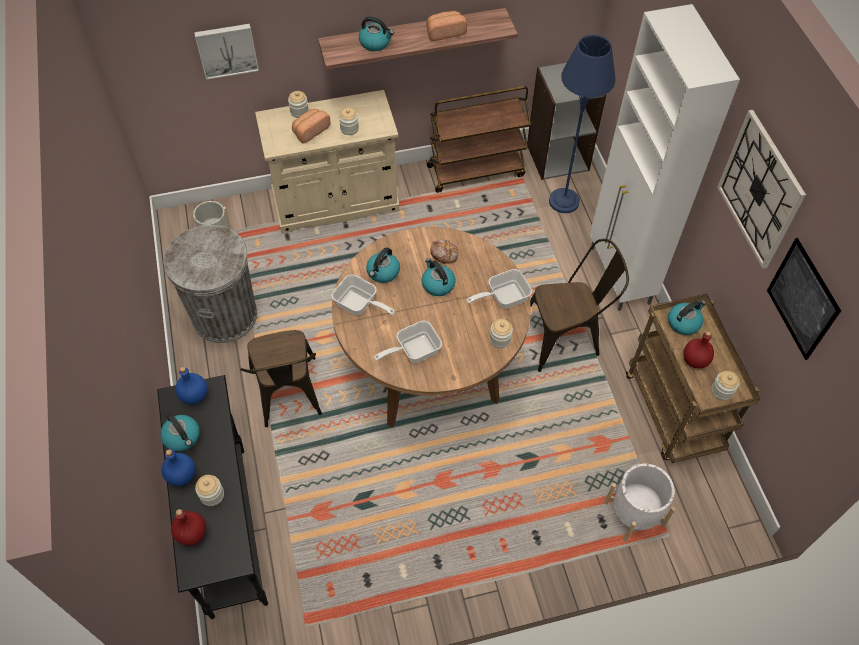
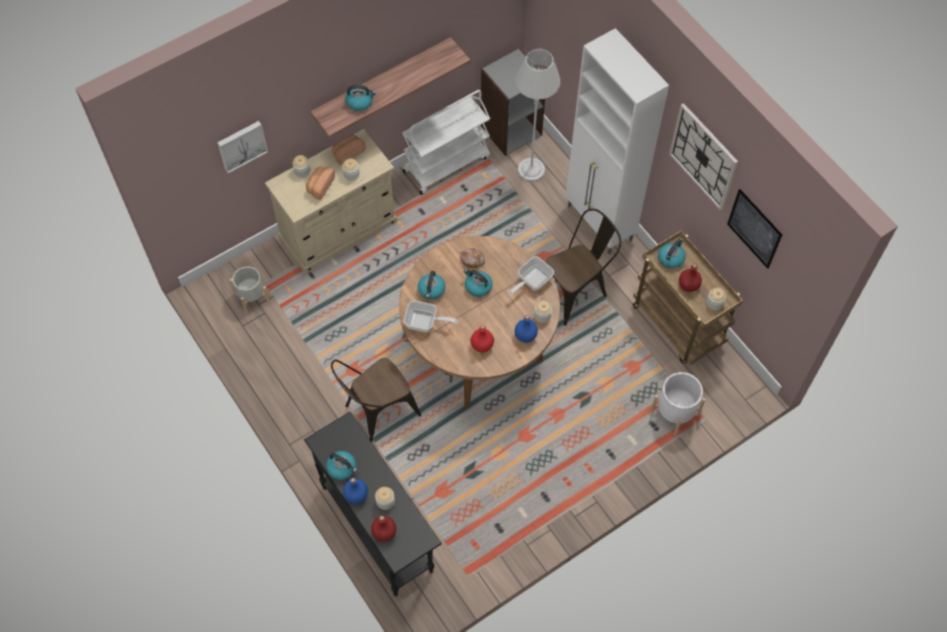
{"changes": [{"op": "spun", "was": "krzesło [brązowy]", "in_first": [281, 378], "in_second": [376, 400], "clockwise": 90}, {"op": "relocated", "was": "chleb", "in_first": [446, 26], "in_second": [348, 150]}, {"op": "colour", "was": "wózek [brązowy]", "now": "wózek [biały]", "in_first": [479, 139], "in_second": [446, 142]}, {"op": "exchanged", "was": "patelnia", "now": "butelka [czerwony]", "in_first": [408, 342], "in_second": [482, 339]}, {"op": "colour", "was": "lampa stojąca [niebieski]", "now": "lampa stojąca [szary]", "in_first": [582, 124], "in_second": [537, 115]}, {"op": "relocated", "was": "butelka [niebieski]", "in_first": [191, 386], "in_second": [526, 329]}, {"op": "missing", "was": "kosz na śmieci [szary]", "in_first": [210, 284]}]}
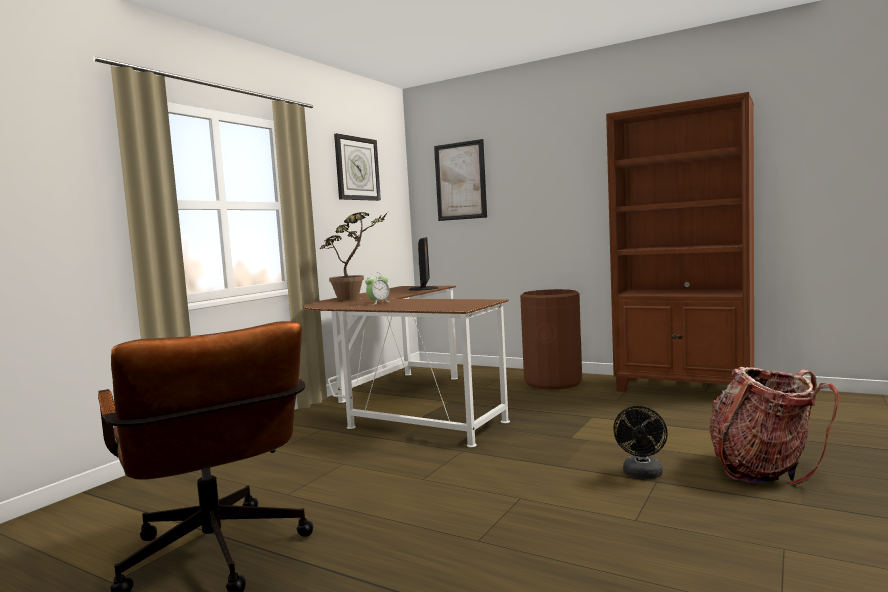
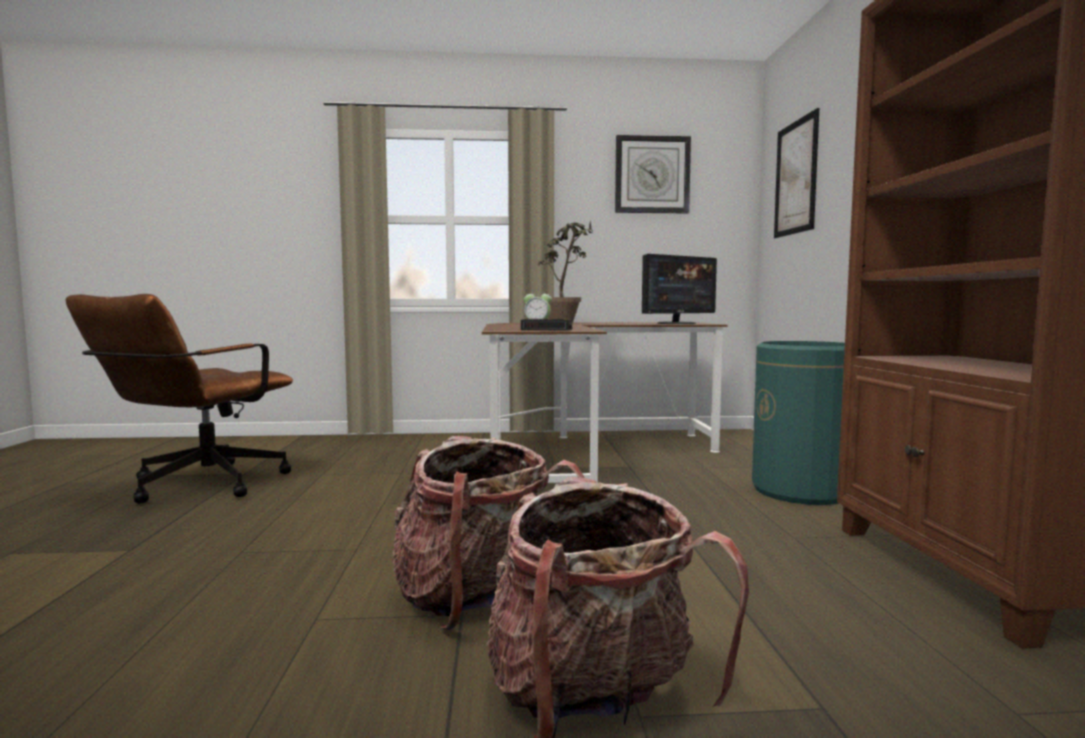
{"changes": [{"op": "exchanged", "was": "wentylator [czarny]", "now": "plecak", "in_first": [640, 442], "in_second": [488, 533]}, {"op": "appeared", "now": "budzik", "in_second": [546, 325]}, {"op": "colour", "was": "kosz na śmieci [brązowy]", "now": "kosz na śmieci [zielony]", "in_first": [551, 339], "in_second": [798, 423]}]}
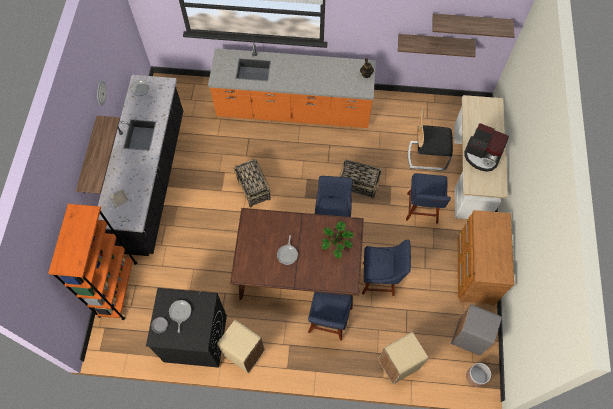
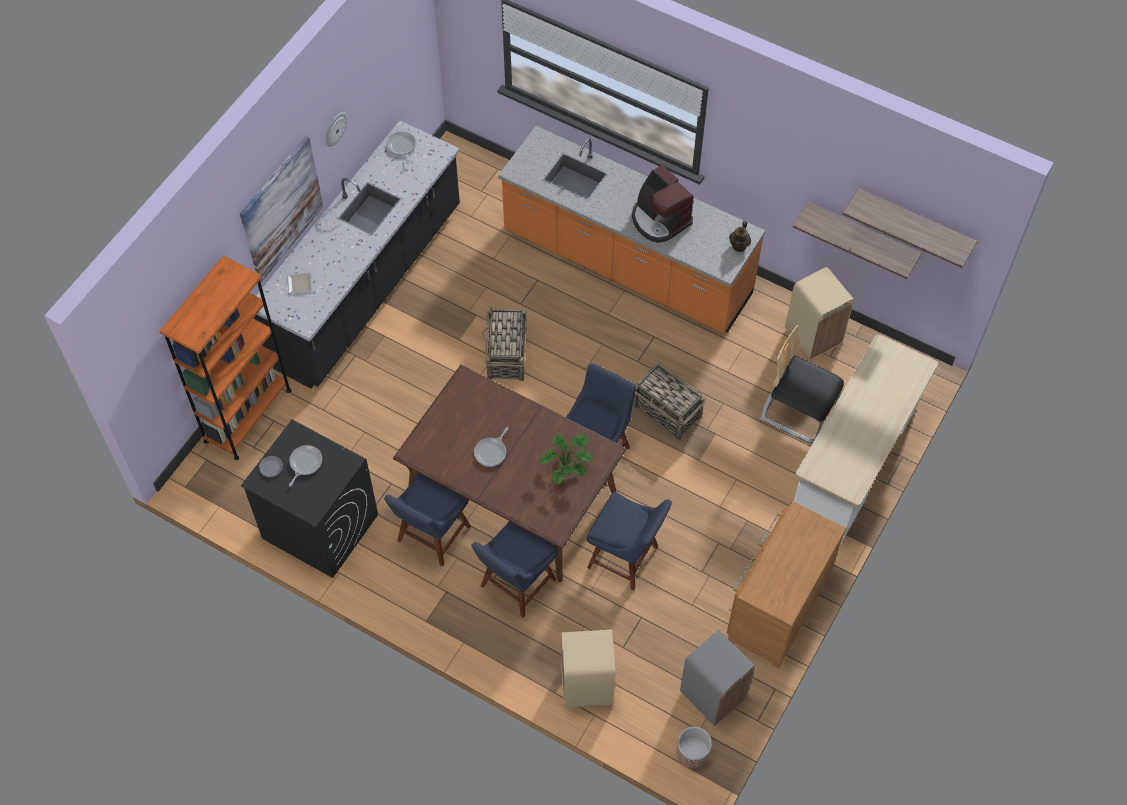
{"changes": [{"op": "exchanged", "was": "półka", "now": "obraz", "in_first": [98, 155], "in_second": [282, 209]}, {"op": "relocated", "was": "krzesło [niebieski]", "in_first": [428, 198], "in_second": [427, 520]}, {"op": "relocated", "was": "ekspres do kawy", "in_first": [486, 147], "in_second": [663, 204]}, {"op": "relocated", "was": "kosz na śmieci [beżowy]", "in_first": [241, 346], "in_second": [819, 313]}]}
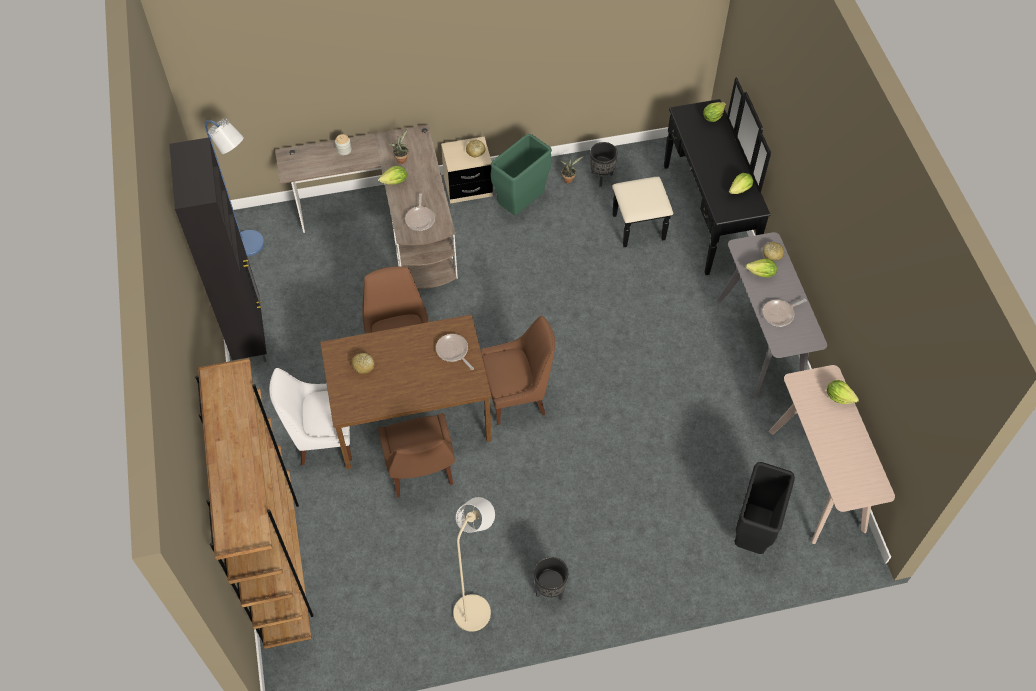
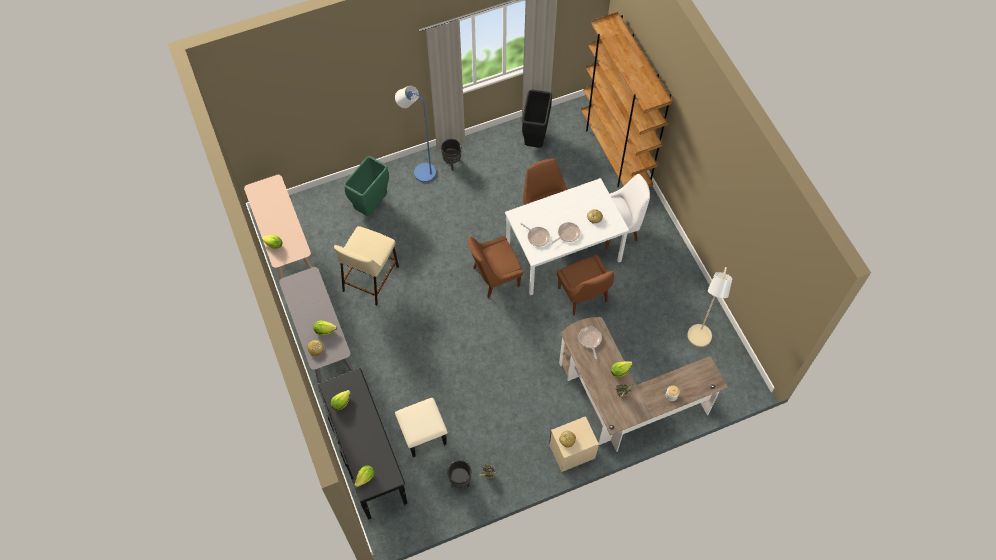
{"changes": [{"op": "appeared", "now": "stołek [beżowy]", "in_second": [366, 266]}, {"op": "relocated", "was": "kosz na śmieci [zielony]", "in_first": [521, 174], "in_second": [366, 186]}, {"op": "relocated", "was": "lampa stojąca [niebieski]", "in_first": [234, 187], "in_second": [415, 134]}, {"op": "colour", "was": "stół jadalny [brązowy]", "now": "stół jadalny [biały]", "in_first": [406, 391], "in_second": [567, 236]}, {"op": "relocated", "was": "kosz na śmieci [czarny]", "in_first": [765, 508], "in_second": [537, 119]}, {"op": "relocated", "was": "patelnia", "in_first": [784, 313], "in_second": [565, 233]}, {"op": "relocated", "was": "lampa stojąca [beżowy]", "in_first": [474, 564], "in_second": [709, 307]}, {"op": "missing", "was": "szafka [czarny]", "in_first": [218, 249]}]}
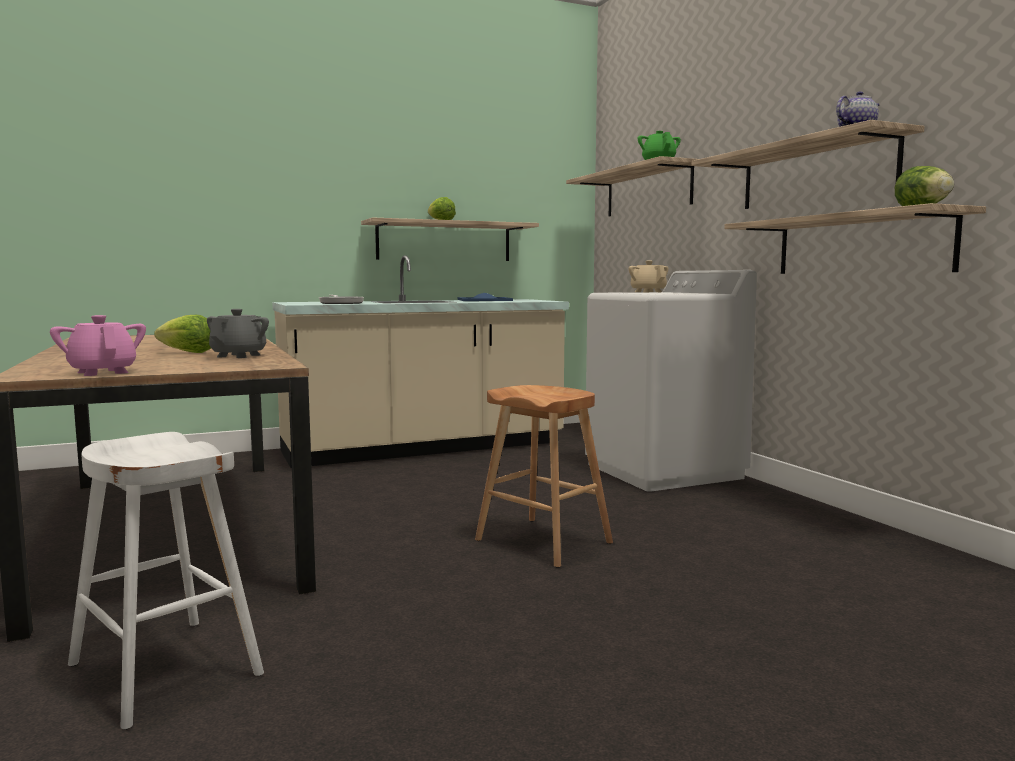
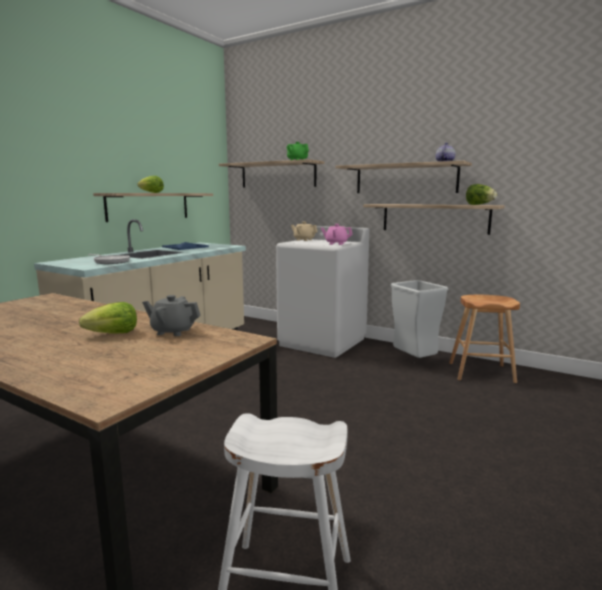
{"changes": [{"op": "spun", "was": "imbryk [szary]", "in_first": [238, 333], "in_second": [171, 315], "clockwise": -60}, {"op": "relocated", "was": "imbryk [różowy]", "in_first": [98, 345], "in_second": [337, 234]}, {"op": "appeared", "now": "kosz na śmieci [szary]", "in_second": [419, 319]}, {"op": "relocated", "was": "stołek [brązowy]", "in_first": [544, 476], "in_second": [484, 339]}]}
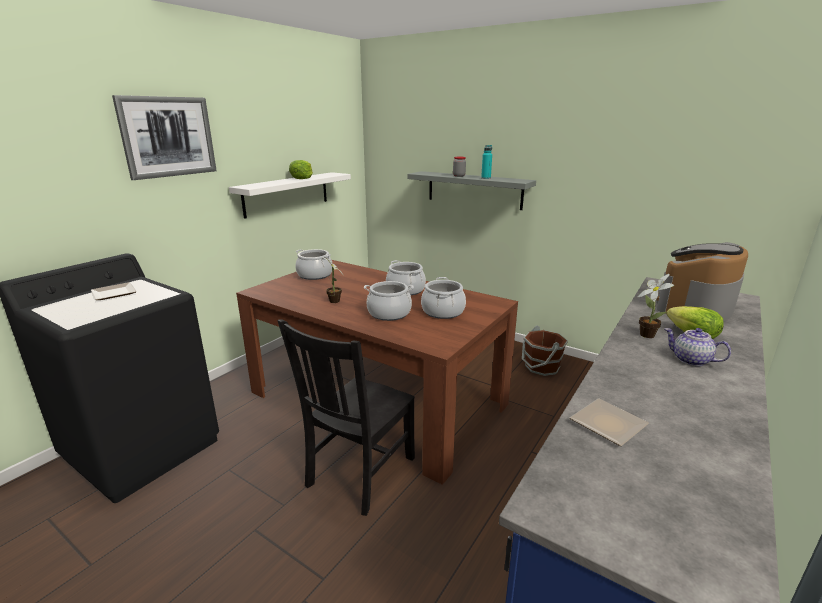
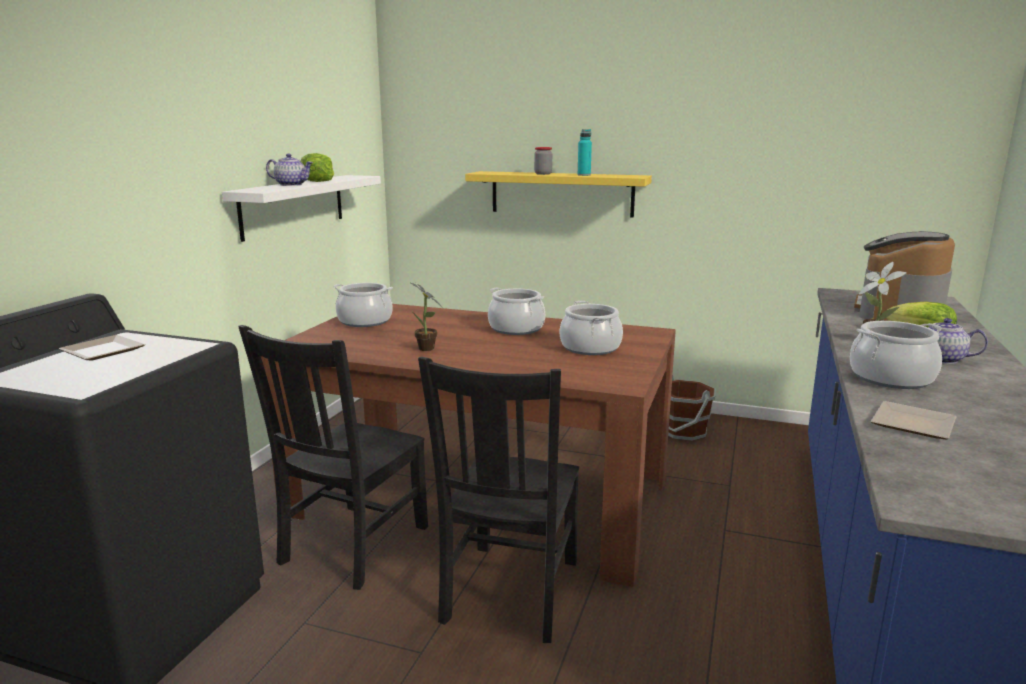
{"changes": [{"op": "appeared", "now": "krzesło [czarny]", "in_second": [333, 457]}, {"op": "appeared", "now": "imbryk", "in_second": [289, 170]}, {"op": "colour", "was": "półka [szary]", "now": "półka [żółty]", "in_first": [471, 190], "in_second": [558, 194]}, {"op": "relocated", "was": "garnek", "in_first": [389, 301], "in_second": [896, 355]}, {"op": "missing", "was": "obraz", "in_first": [164, 137]}]}
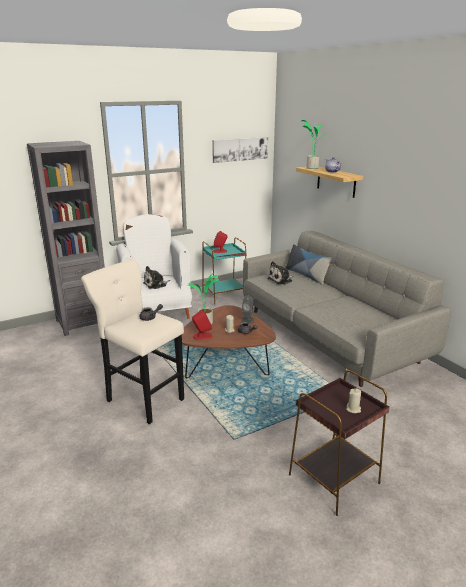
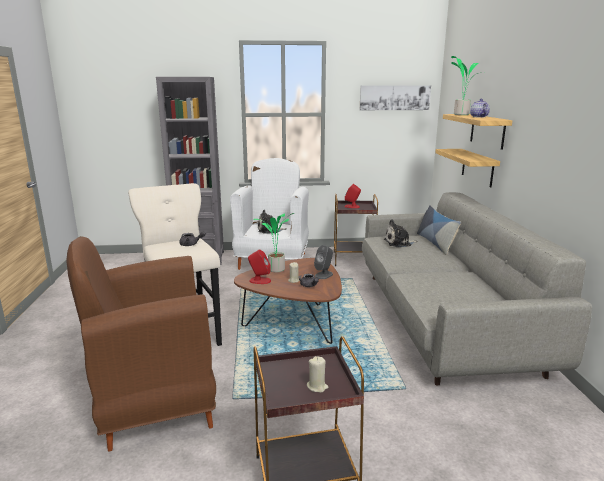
{"changes": [{"op": "appeared", "now": "fotel [brązowy]", "in_second": [141, 344]}, {"op": "colour", "was": "stolik [turkusowy]", "now": "stolik [brązowy]", "in_first": [224, 271], "in_second": [356, 230]}, {"op": "appeared", "now": "półka", "in_second": [467, 168]}]}
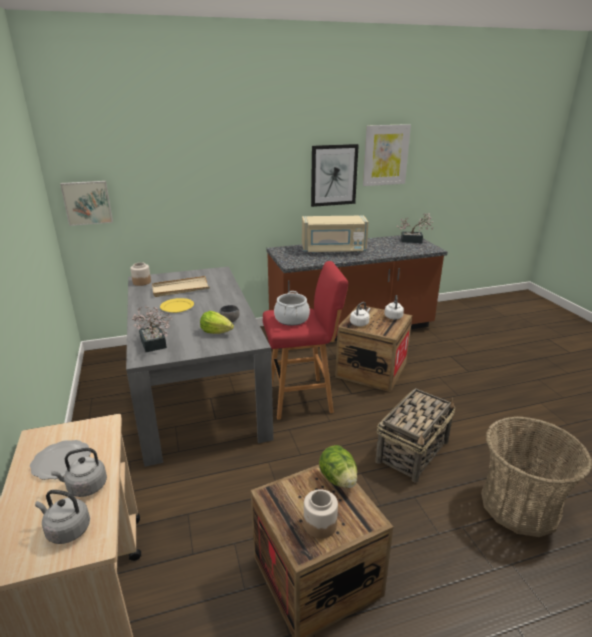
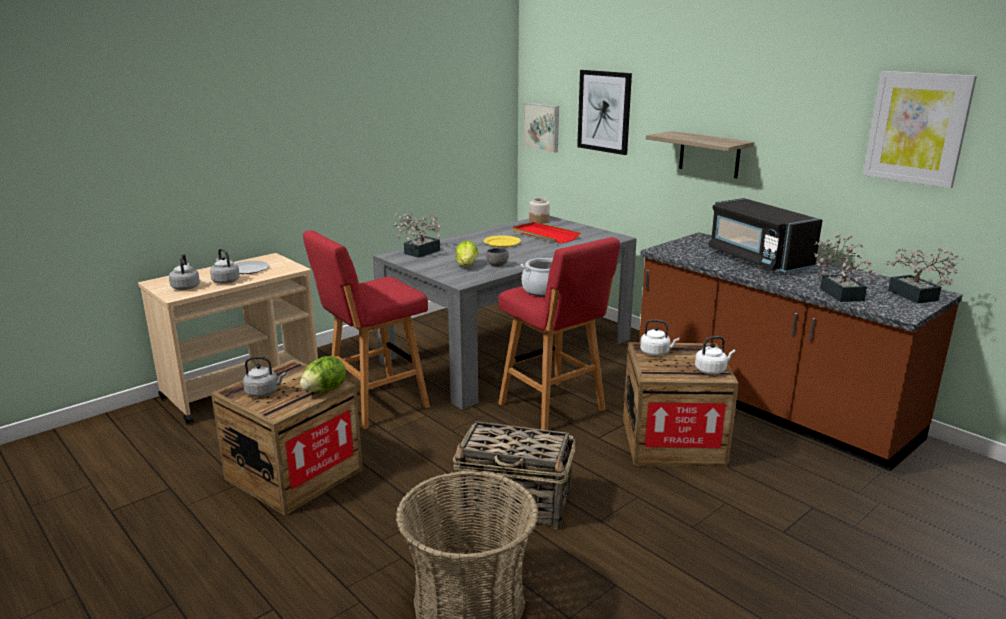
{"changes": [{"op": "exchanged", "was": "słoik", "now": "czajnik [szary]", "in_first": [321, 514], "in_second": [264, 376]}, {"op": "appeared", "now": "stołek [czerwony]", "in_second": [366, 329]}, {"op": "colour", "was": "taca [beżowy]", "now": "taca [czerwony]", "in_first": [181, 286], "in_second": [546, 232]}, {"op": "relocated", "was": "obraz", "in_first": [335, 175], "in_second": [604, 112]}, {"op": "appeared", "now": "półka", "in_second": [700, 154]}, {"op": "colour", "was": "mikrofalówka [beżowy]", "now": "mikrofalówka [czarny]", "in_first": [335, 234], "in_second": [765, 235]}, {"op": "appeared", "now": "roślina doniczkowa", "in_second": [845, 268]}]}
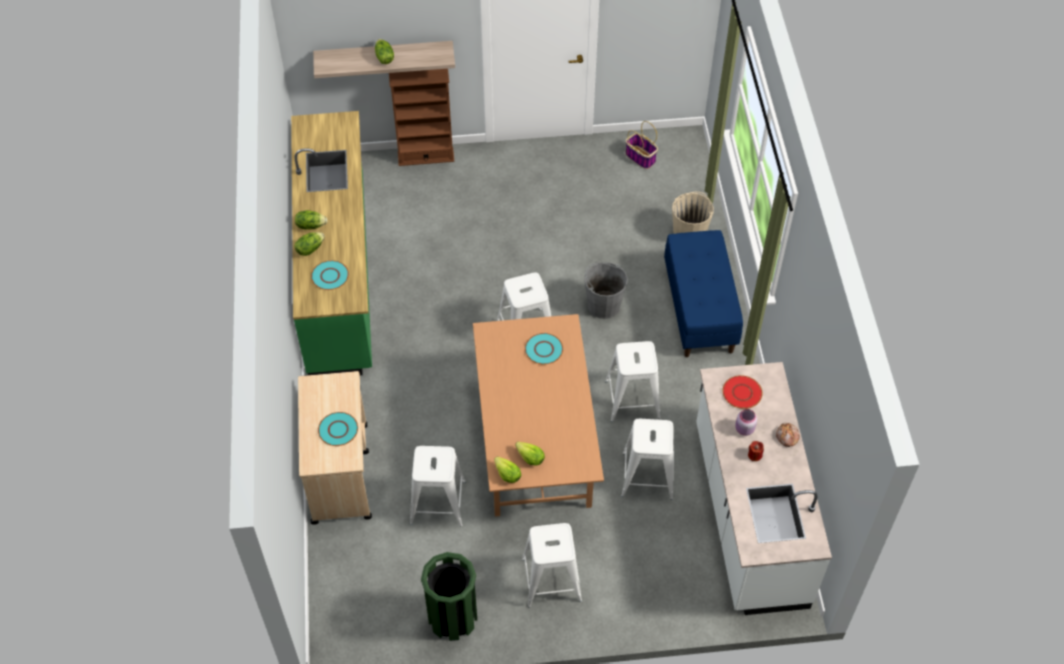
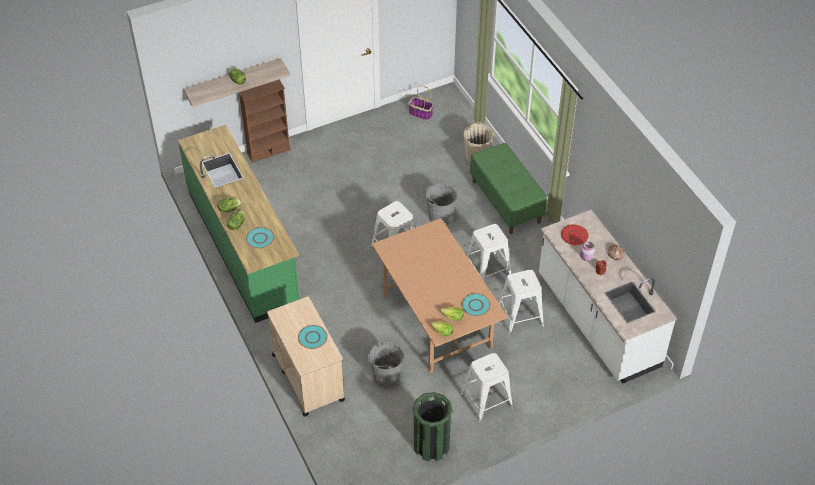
{"changes": [{"op": "exchanged", "was": "stołek [biały]", "now": "wiadro [szary]", "in_first": [438, 486], "in_second": [386, 364]}, {"op": "relocated", "was": "talerz [turkusowy]", "in_first": [544, 349], "in_second": [476, 304]}, {"op": "colour", "was": "ławka [niebieski]", "now": "ławka [zielony]", "in_first": [703, 293], "in_second": [508, 188]}]}
